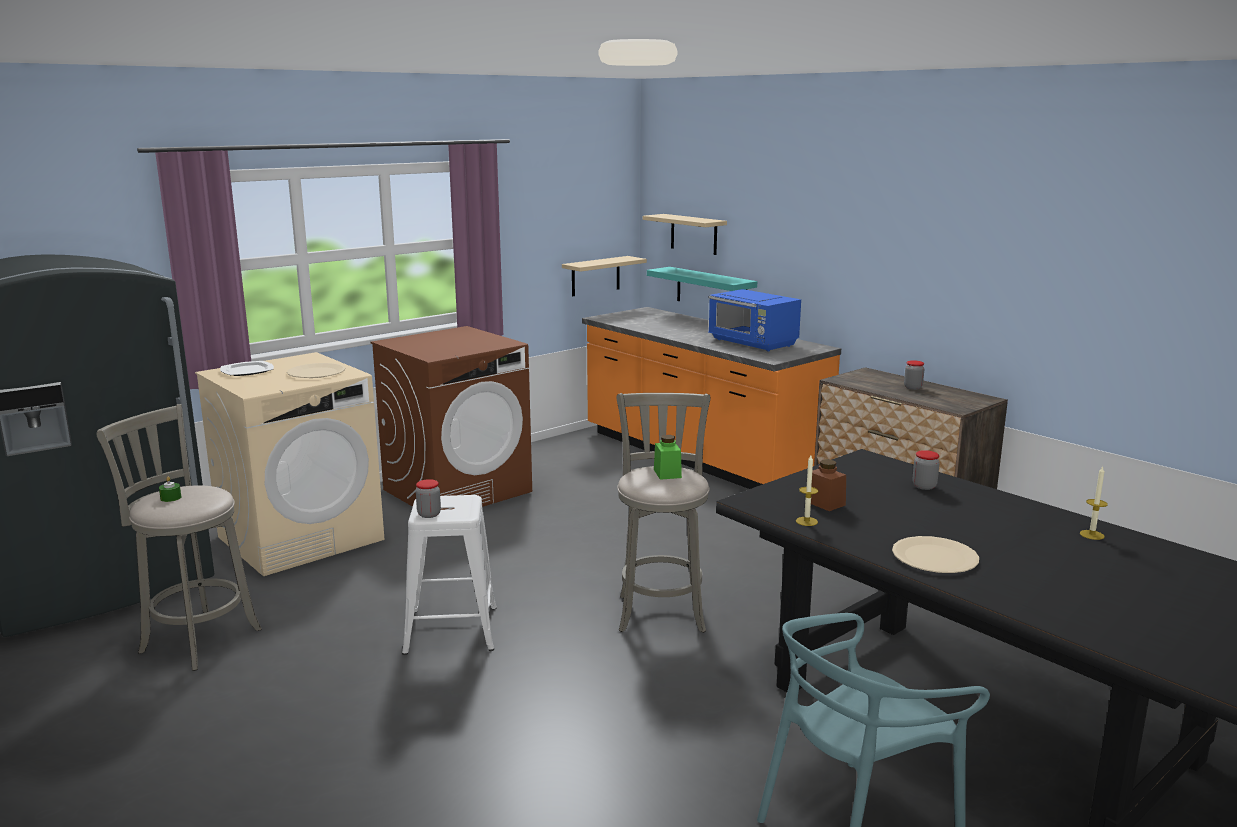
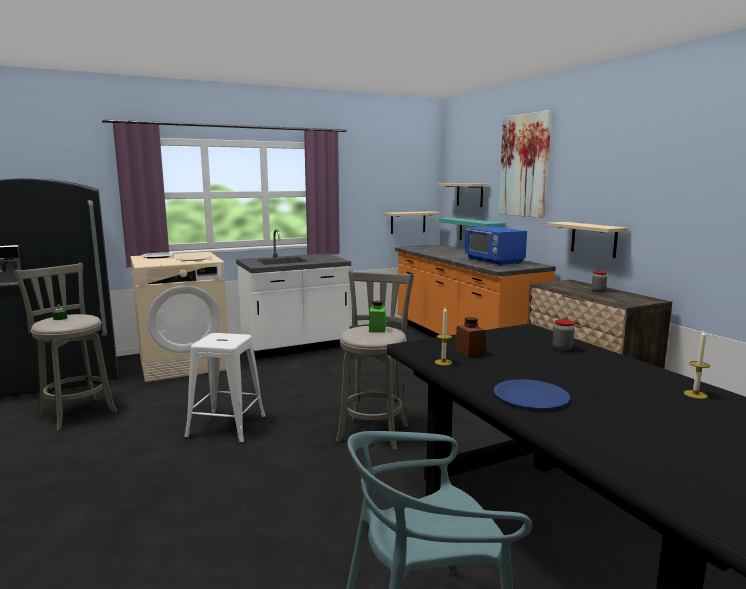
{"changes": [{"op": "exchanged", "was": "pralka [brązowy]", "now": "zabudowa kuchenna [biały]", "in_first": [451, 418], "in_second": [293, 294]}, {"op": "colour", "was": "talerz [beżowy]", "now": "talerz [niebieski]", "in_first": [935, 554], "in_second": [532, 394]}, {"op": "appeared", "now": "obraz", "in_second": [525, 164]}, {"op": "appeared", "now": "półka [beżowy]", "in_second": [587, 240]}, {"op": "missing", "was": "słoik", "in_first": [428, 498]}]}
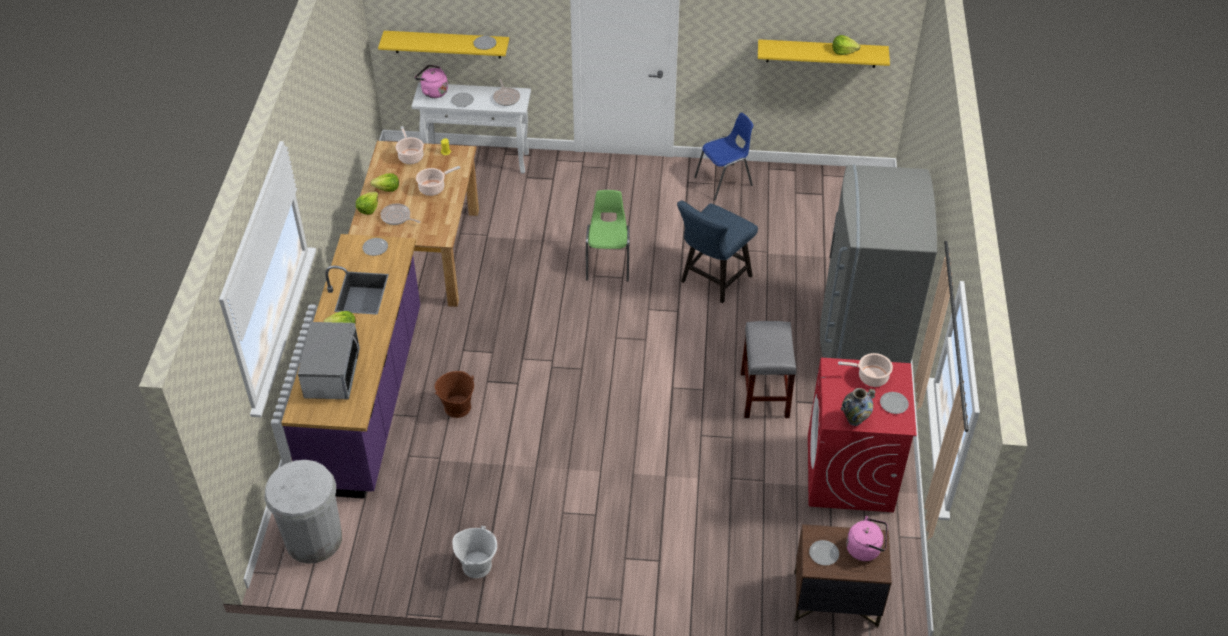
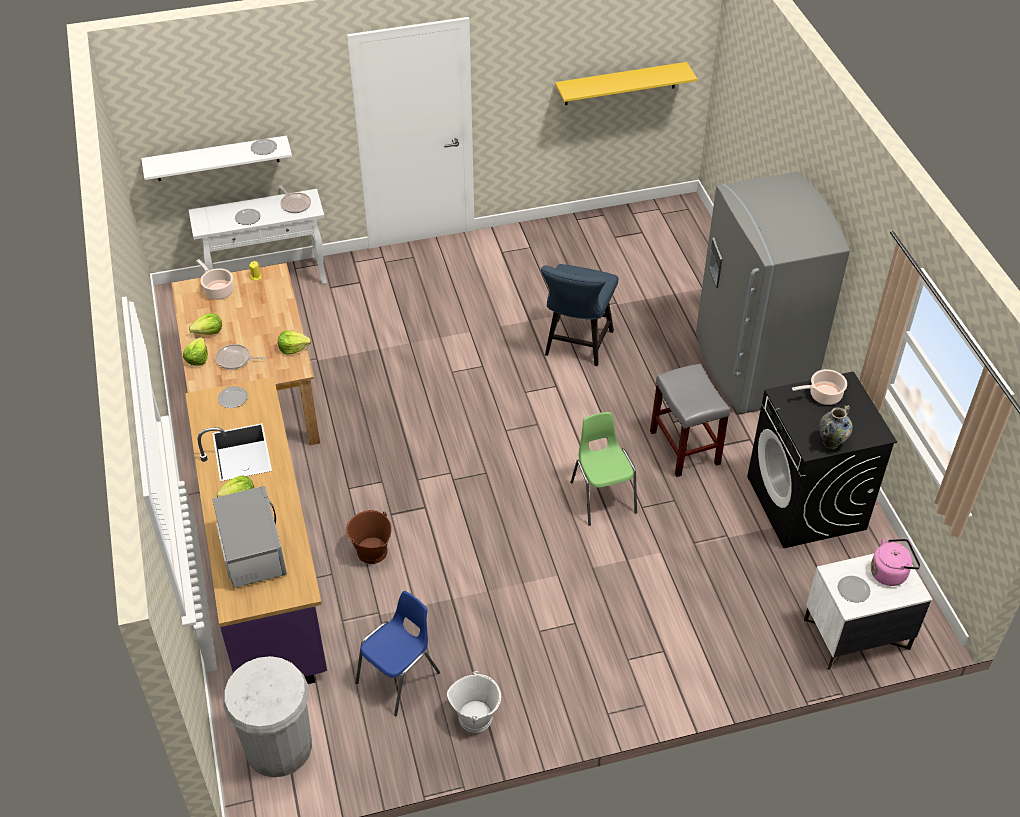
{"changes": [{"op": "colour", "was": "półka [żółty]", "now": "półka [biały]", "in_first": [443, 44], "in_second": [216, 158]}, {"op": "relocated", "was": "sałata", "in_first": [846, 45], "in_second": [294, 343]}, {"op": "relocated", "was": "krzesło [niebieski]", "in_first": [723, 157], "in_second": [398, 654]}, {"op": "relocated", "was": "krzesło [zielony]", "in_first": [608, 235], "in_second": [603, 469]}, {"op": "colour", "was": "pralka [czerwony]", "now": "pralka [czarny]", "in_first": [862, 435], "in_second": [822, 459]}, {"op": "colour", "was": "szafka nocna [brązowy]", "now": "szafka nocna [biały]", "in_first": [843, 575], "in_second": [868, 612]}, {"op": "missing", "was": "czajnik [różowy]", "in_first": [431, 81]}, {"op": "missing", "was": "garnek", "in_first": [438, 181]}, {"op": "missing", "was": "talerz", "in_first": [894, 403]}]}
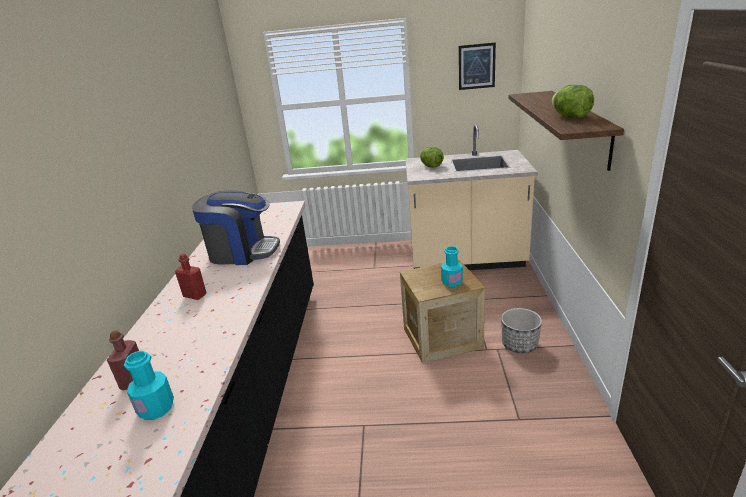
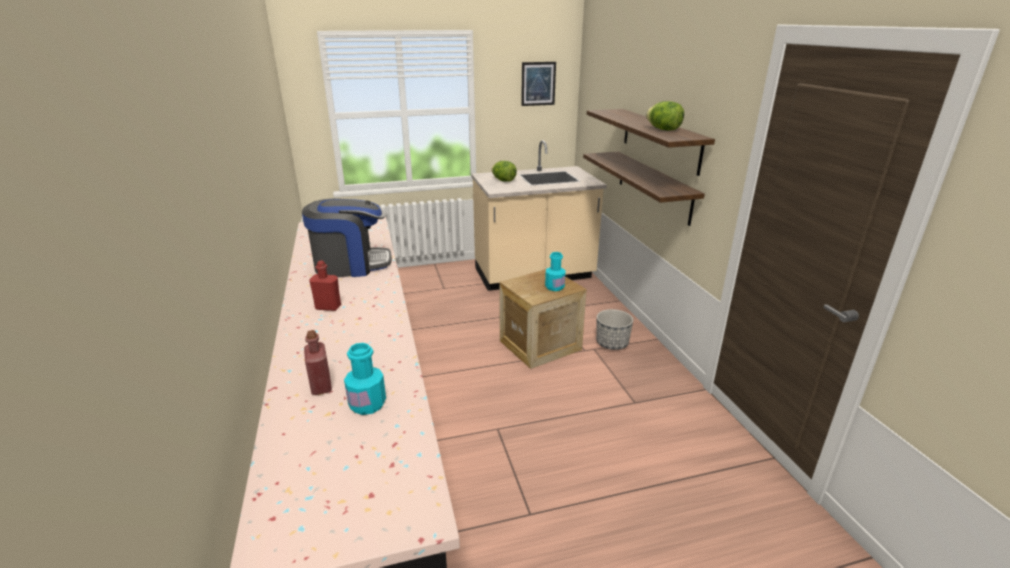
{"changes": [{"op": "appeared", "now": "półka", "in_second": [644, 189]}]}
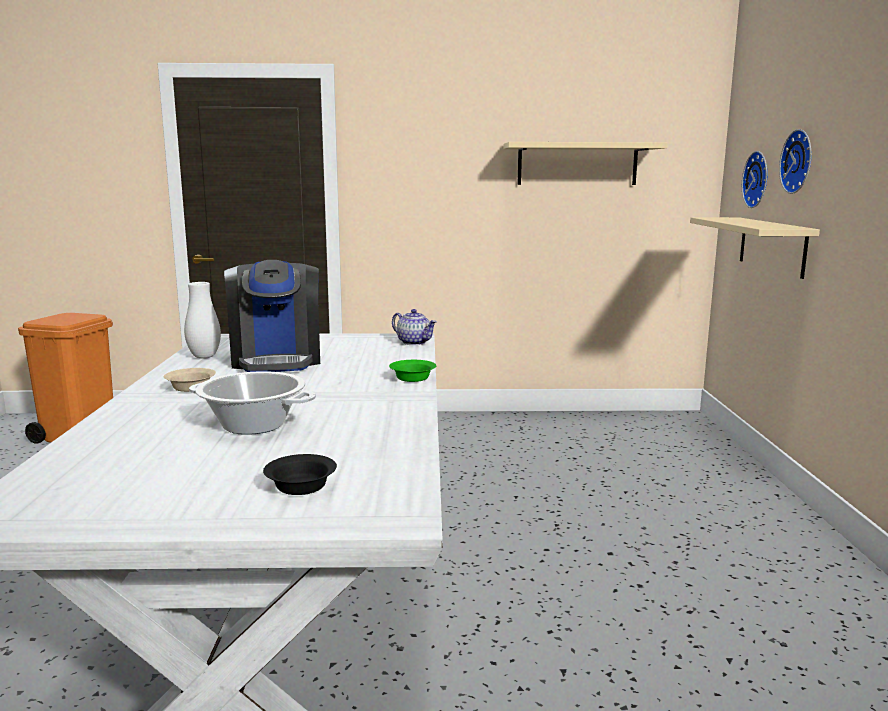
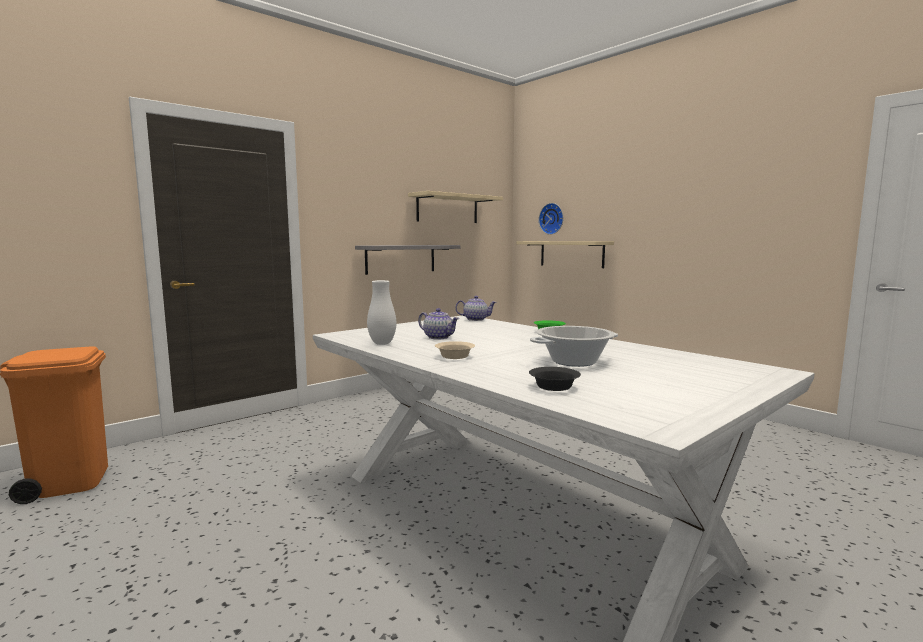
{"changes": [{"op": "appeared", "now": "półka [szary]", "in_second": [408, 260]}, {"op": "exchanged", "was": "ekspres do kawy", "now": "imbryk", "in_first": [272, 316], "in_second": [438, 323]}, {"op": "relocated", "was": "miska [czarny]", "in_first": [300, 474], "in_second": [555, 379]}, {"op": "missing", "was": "zegar ścienny", "in_first": [795, 161]}]}
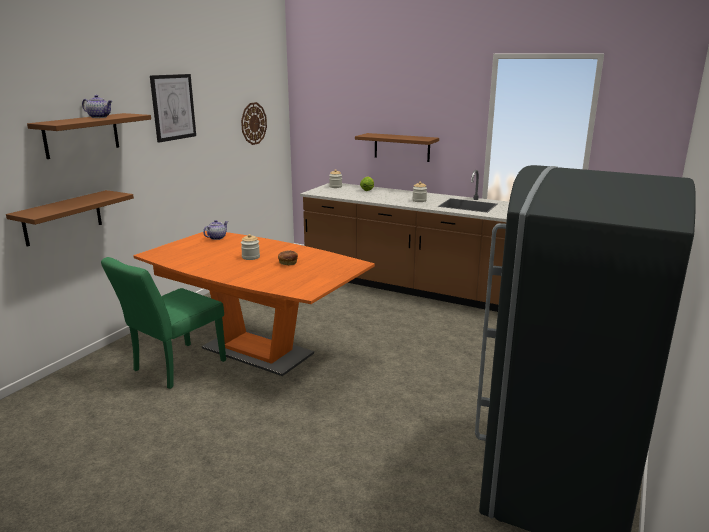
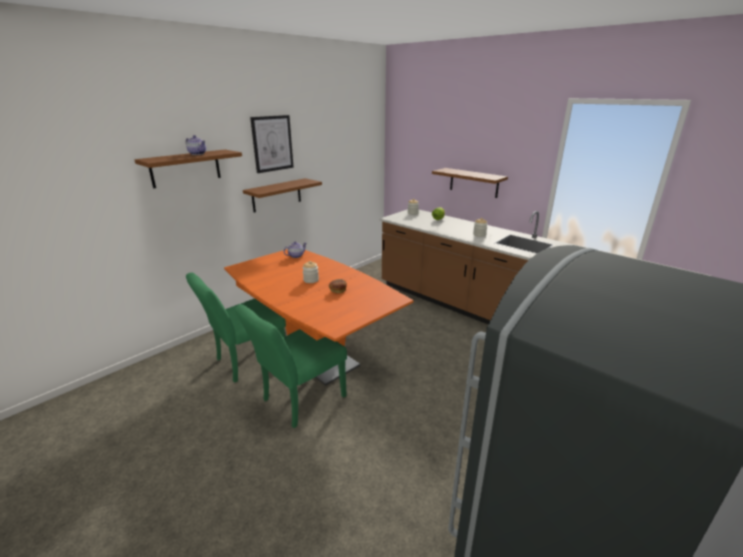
{"changes": [{"op": "appeared", "now": "krzesło [zielony]", "in_second": [291, 366]}, {"op": "relocated", "was": "półka [brązowy]", "in_first": [70, 218], "in_second": [282, 195]}, {"op": "missing", "was": "zegar ścienny", "in_first": [254, 123]}]}
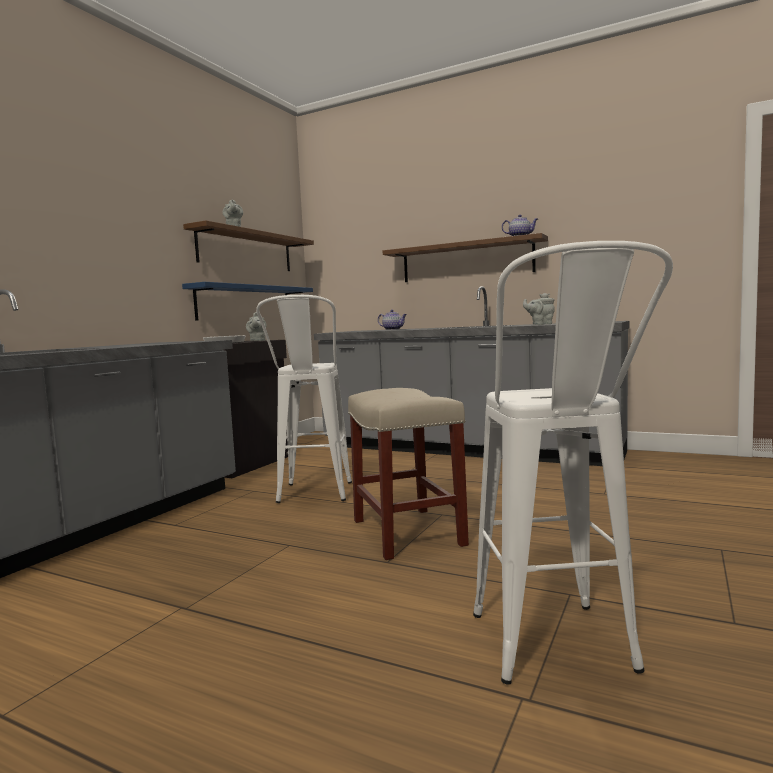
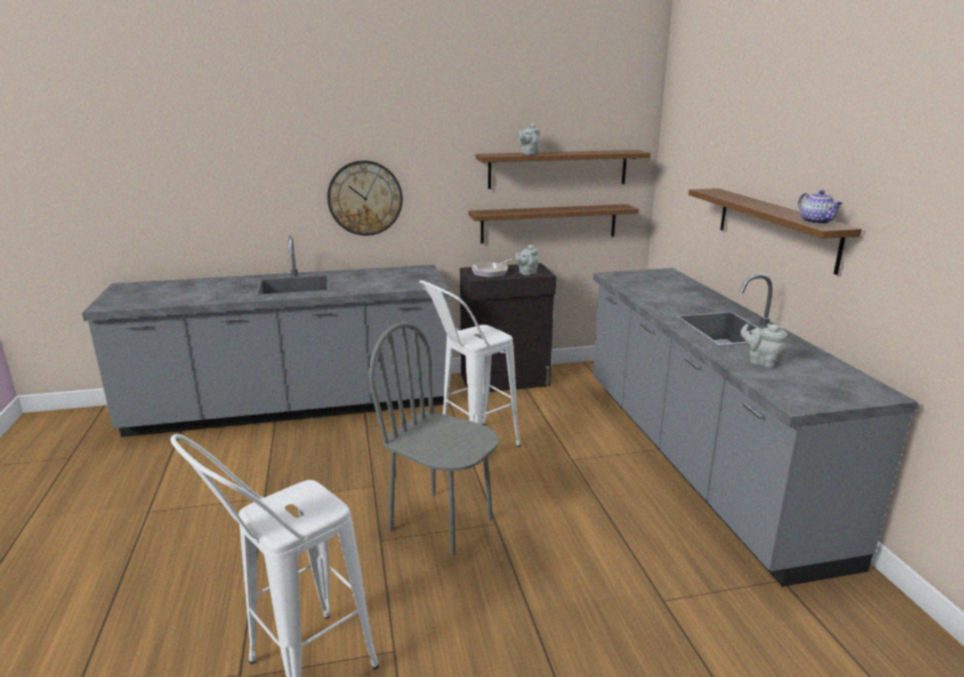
{"changes": [{"op": "appeared", "now": "zegar ścienny", "in_second": [365, 198]}, {"op": "exchanged", "was": "stołek [beżowy]", "now": "krzesło [szary]", "in_first": [408, 474], "in_second": [433, 439]}, {"op": "colour", "was": "półka [niebieski]", "now": "półka [brązowy]", "in_first": [247, 301], "in_second": [553, 224]}, {"op": "missing", "was": "imbryk", "in_first": [392, 320]}]}
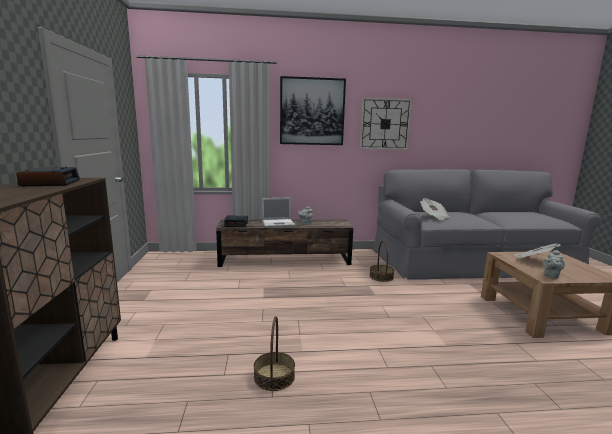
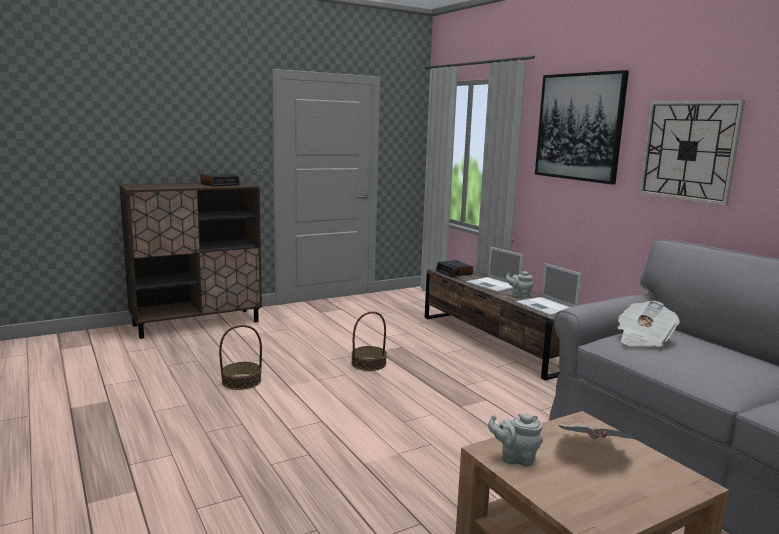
{"changes": [{"op": "relocated", "was": "koszyk", "in_first": [381, 261], "in_second": [369, 341]}, {"op": "appeared", "now": "laptop", "in_second": [549, 289]}]}
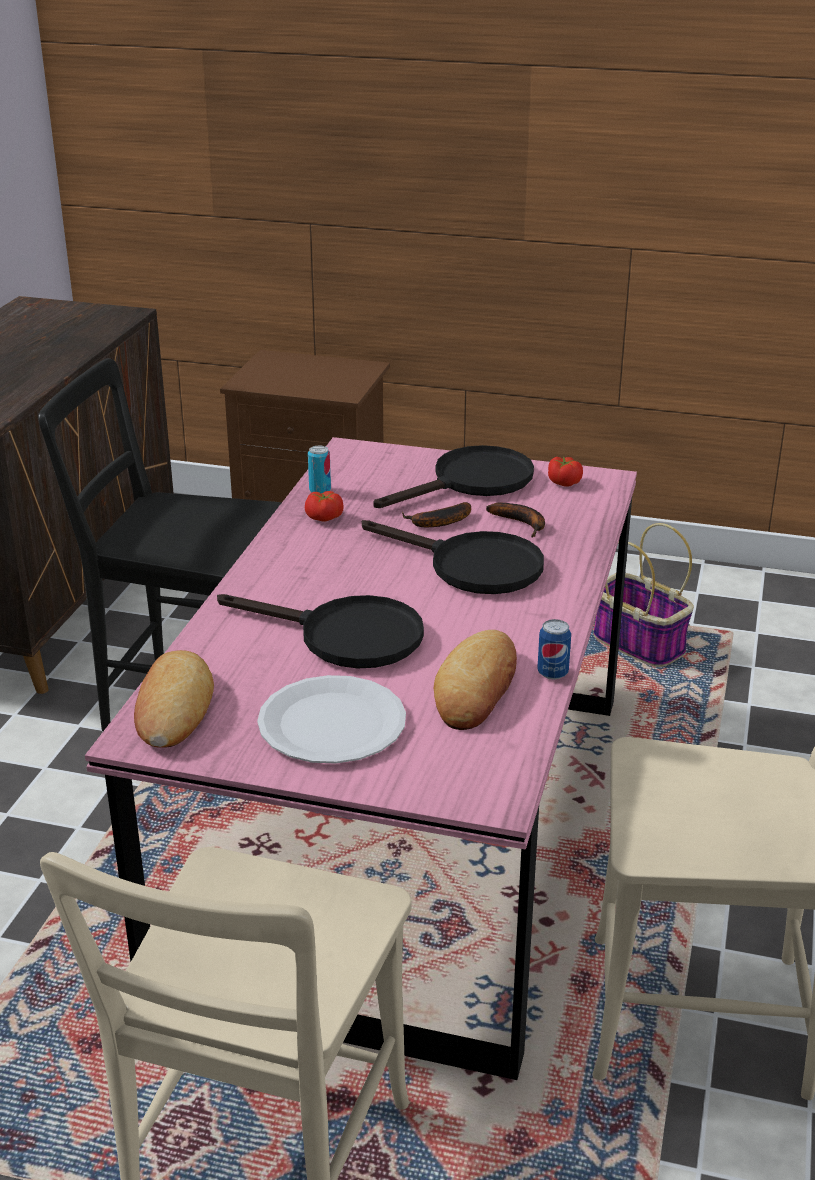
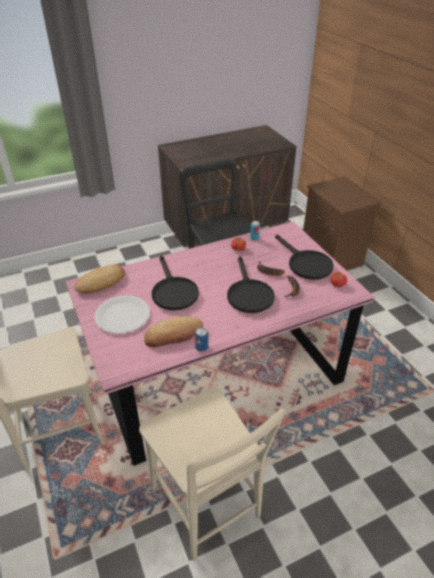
{"changes": [{"op": "spun", "was": "patelnia [czarny]", "in_first": [453, 476], "in_second": [304, 257], "clockwise": 45}, {"op": "missing", "was": "koszyk", "in_first": [643, 595]}]}
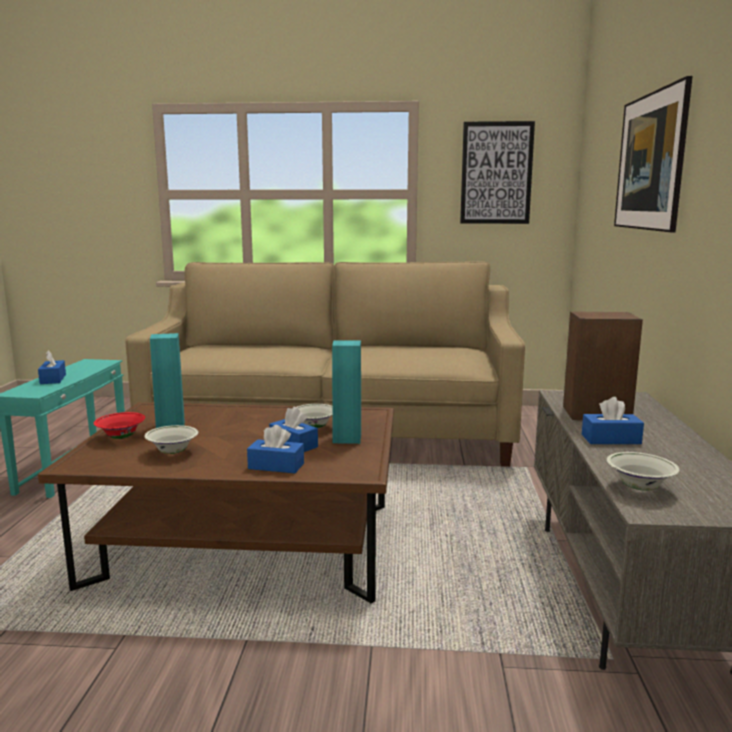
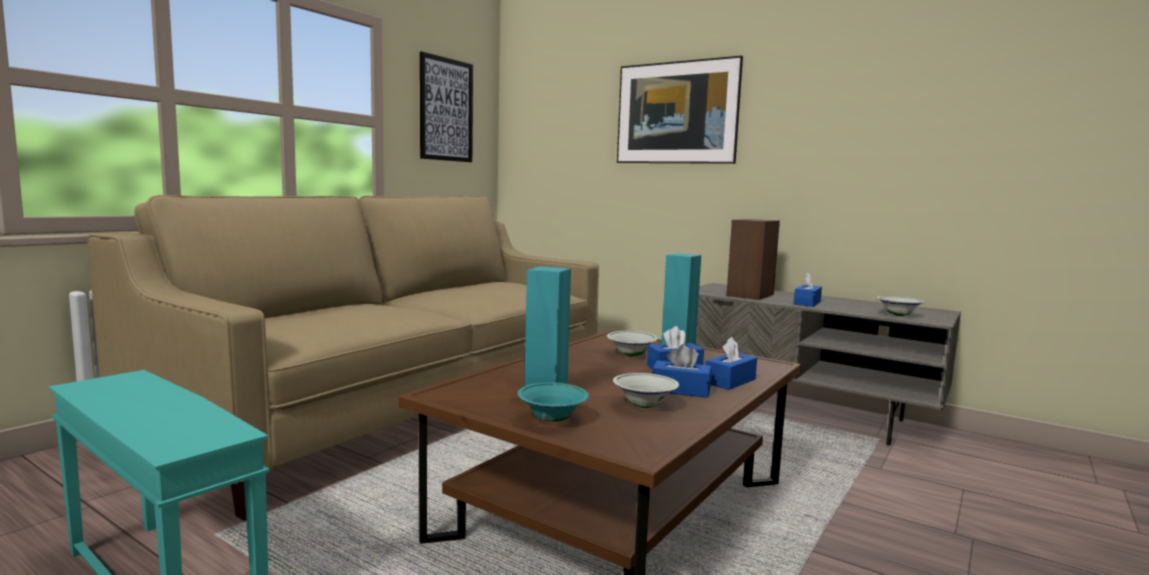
{"changes": [{"op": "colour", "was": "miska [czerwony]", "now": "miska [turkusowy]", "in_first": [119, 425], "in_second": [553, 402]}, {"op": "relocated", "was": "pudełko chusteczek [niebieski]", "in_first": [52, 367], "in_second": [682, 371]}]}
